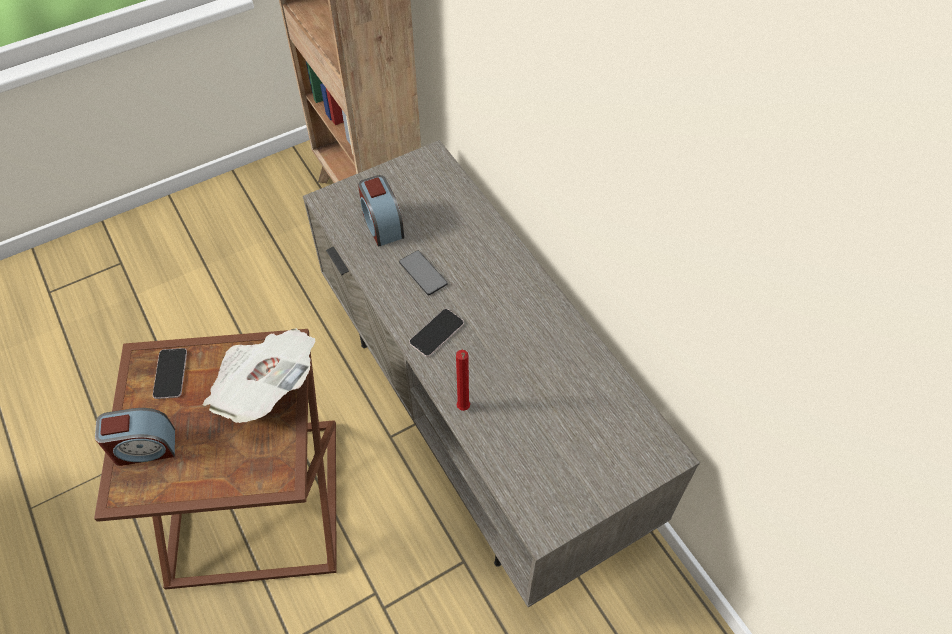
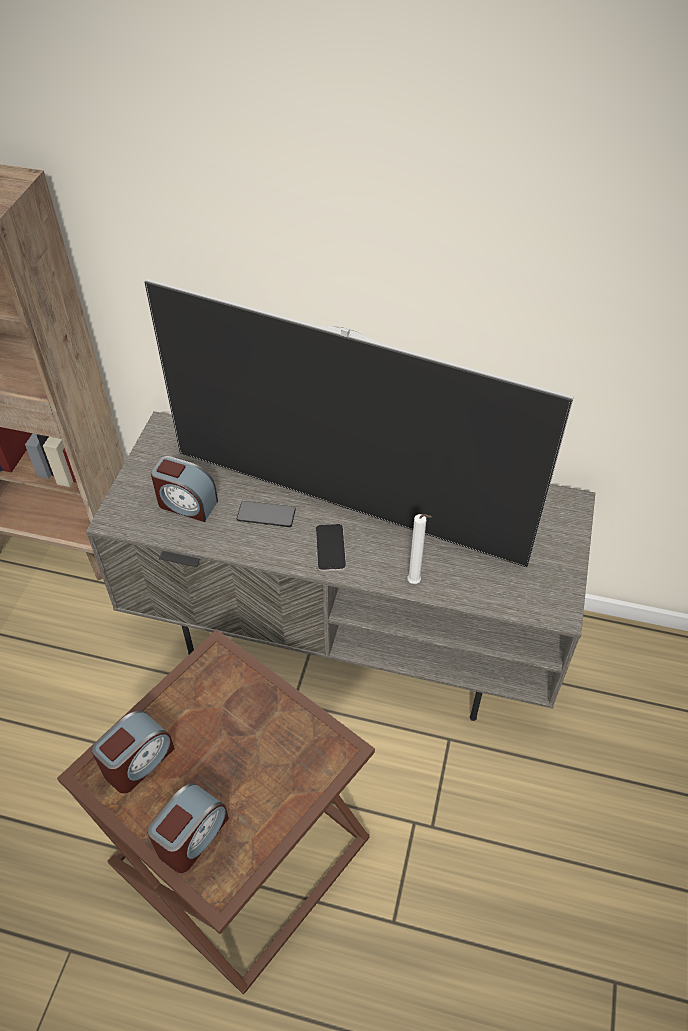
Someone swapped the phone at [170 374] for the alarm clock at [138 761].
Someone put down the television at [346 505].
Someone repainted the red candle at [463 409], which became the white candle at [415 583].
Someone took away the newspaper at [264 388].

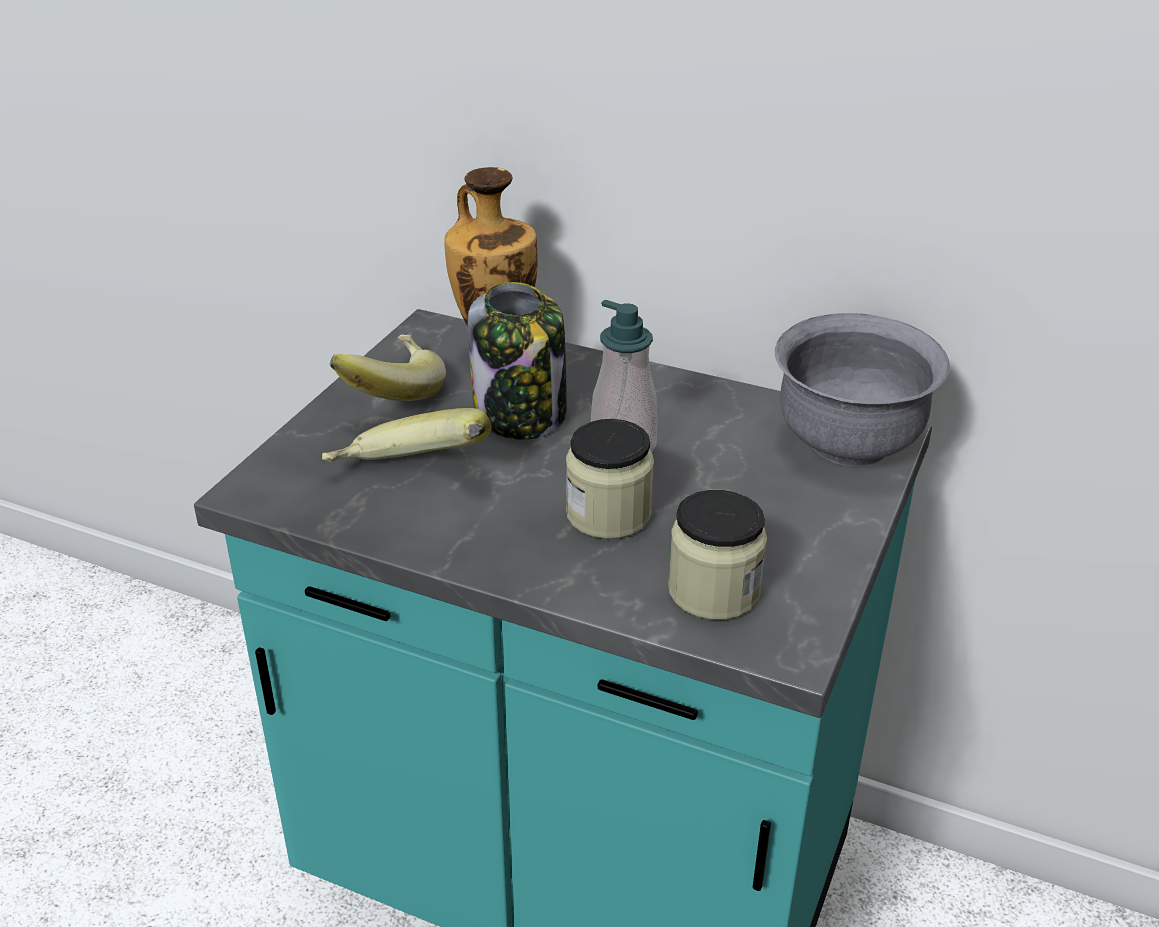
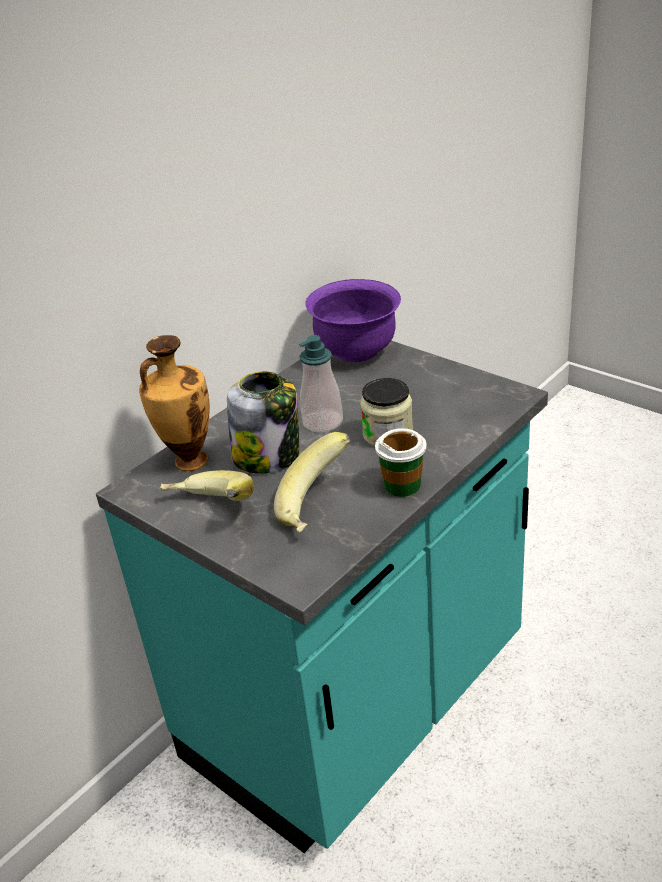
Someone repainted the grey bowl at [847 444], which became the purple bowl at [356 352].
Someone put down the cup at [402 485].
Someone took away the jar at [714 591].

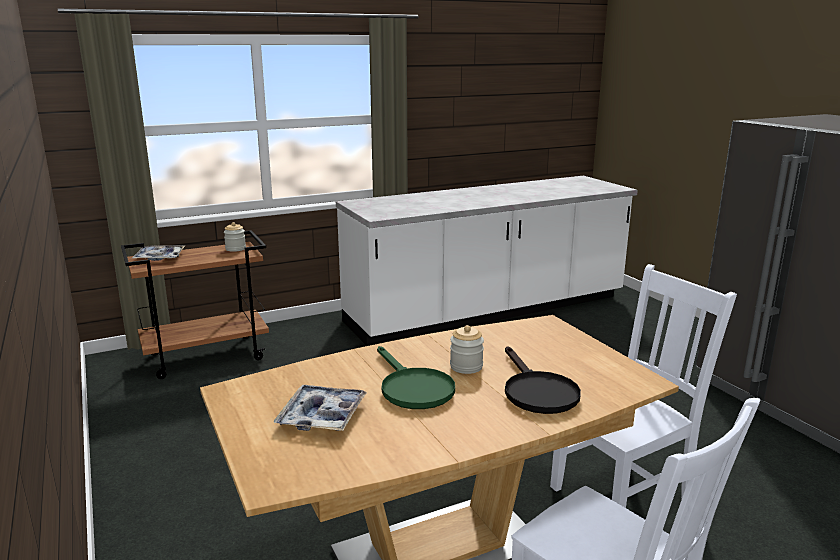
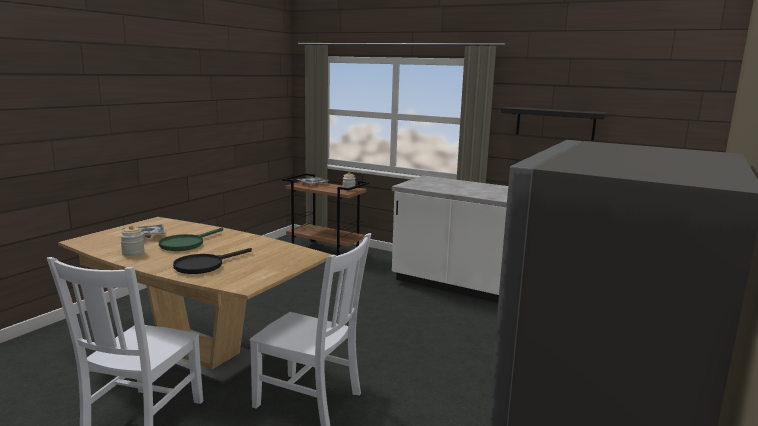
Someone carried the jar from [466 366] to [133 253].
Someone put up the black shelf at [555 123].

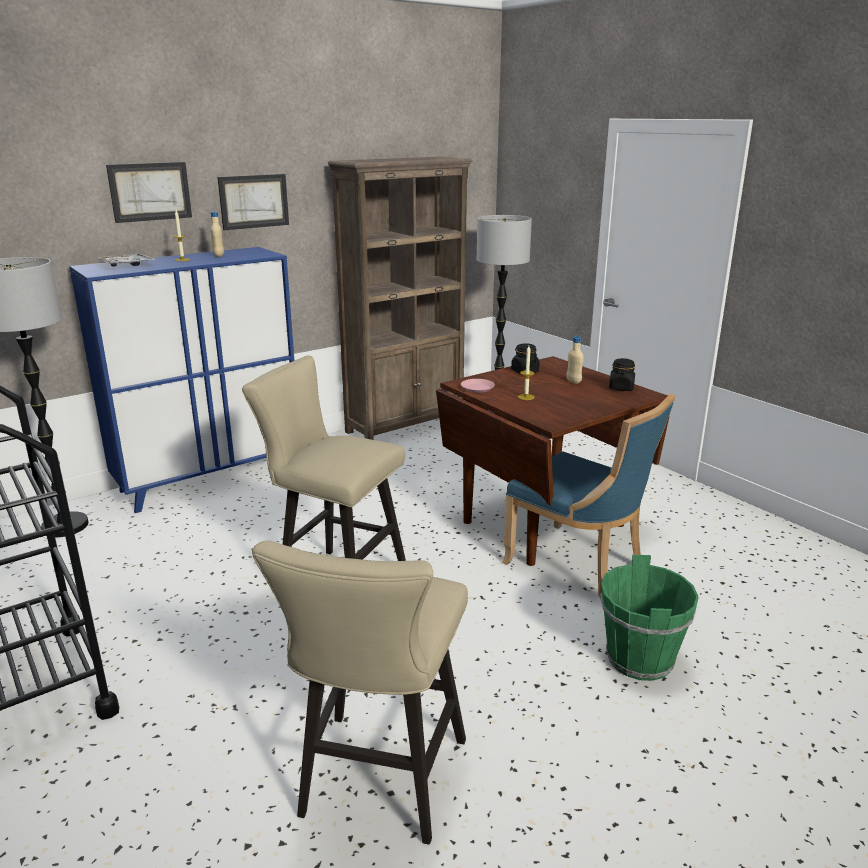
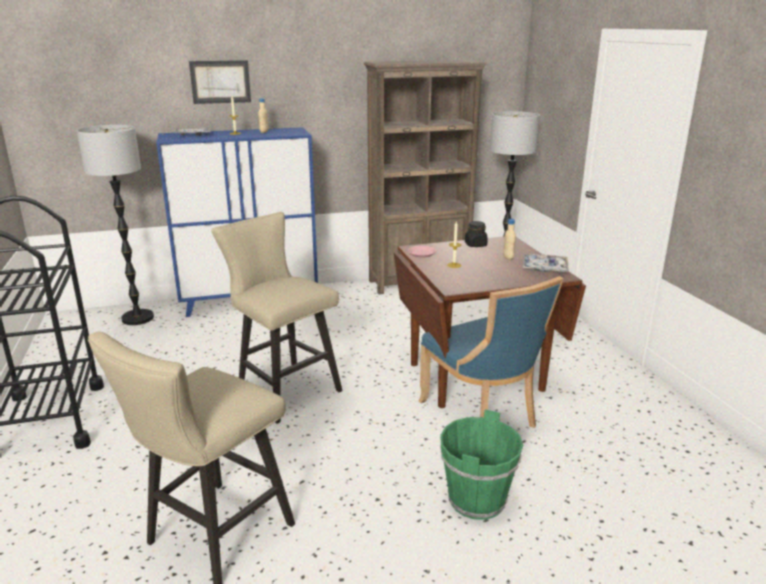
Someone swapped the black jar at [621 388] for the tray at [544 268].
Someone took away the picture at [254 201].

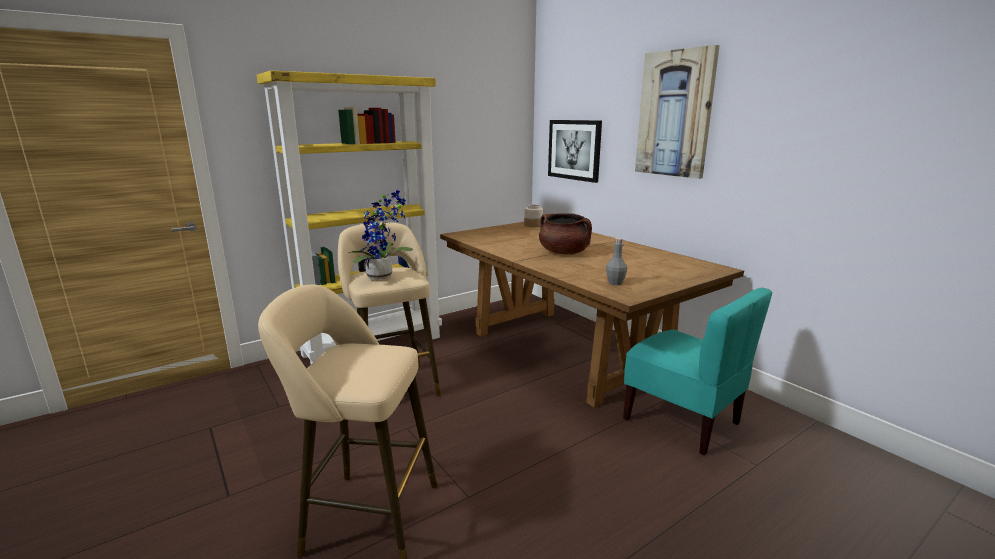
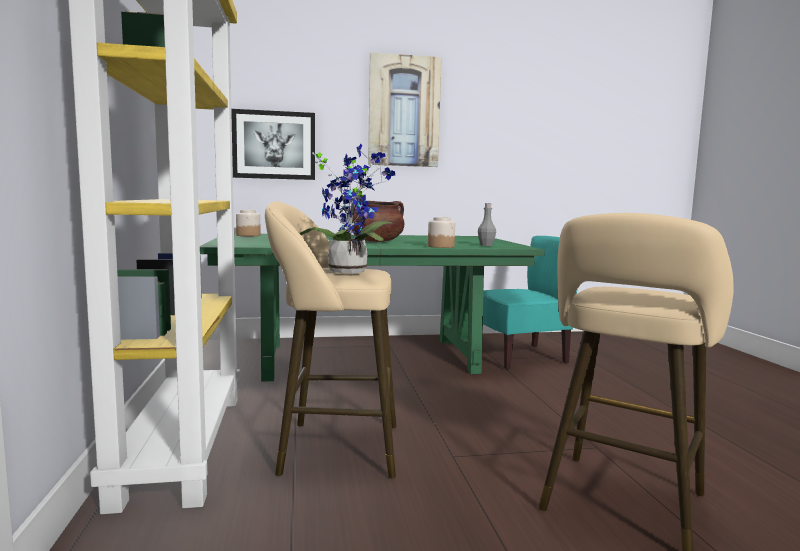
Someone repainted the brown dining table at [566 350], which became the green dining table at [366 358].
Someone put down the jar at [441 246].

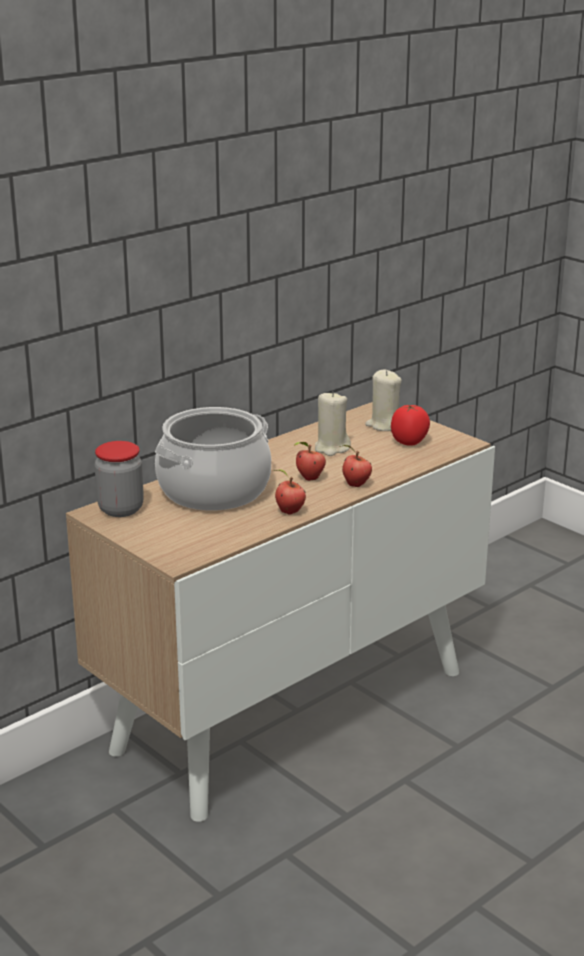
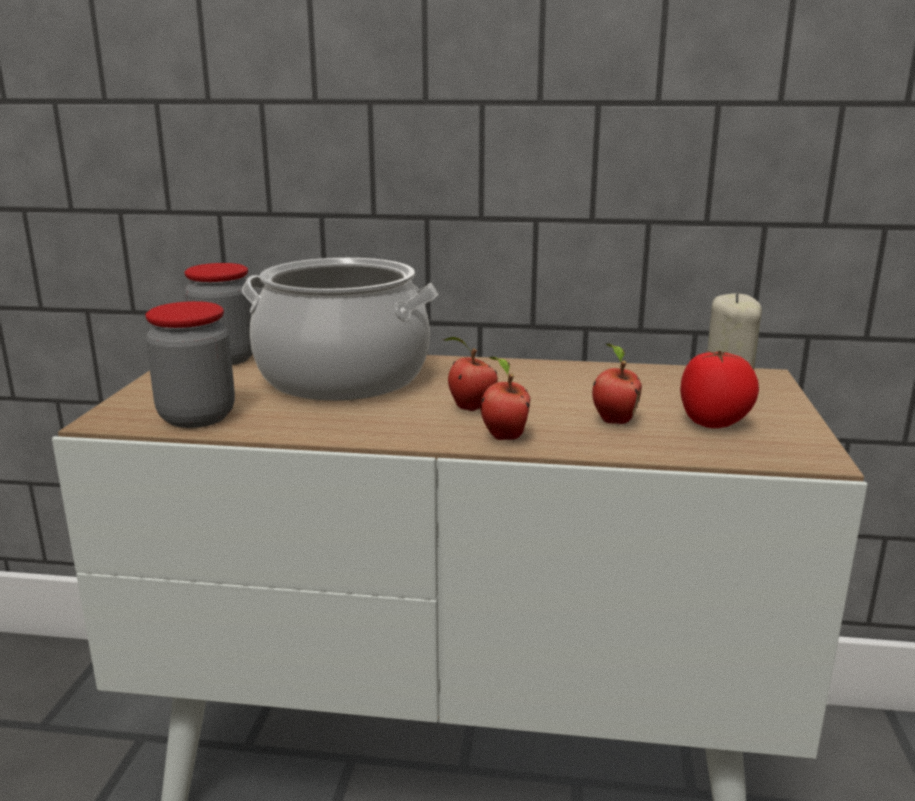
Someone put down the jar at [197 417].
Someone carried the apple from [288 512] to [613 420].
Someone took away the beige candle at [331 448].

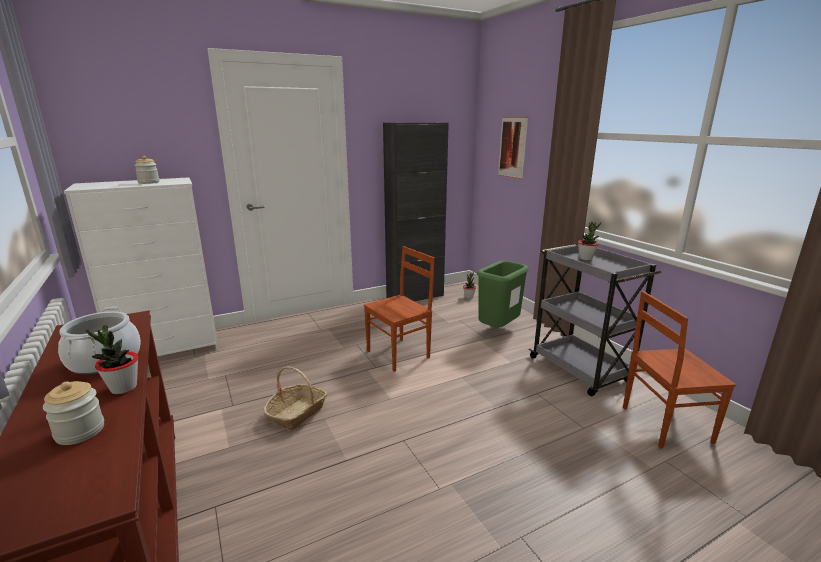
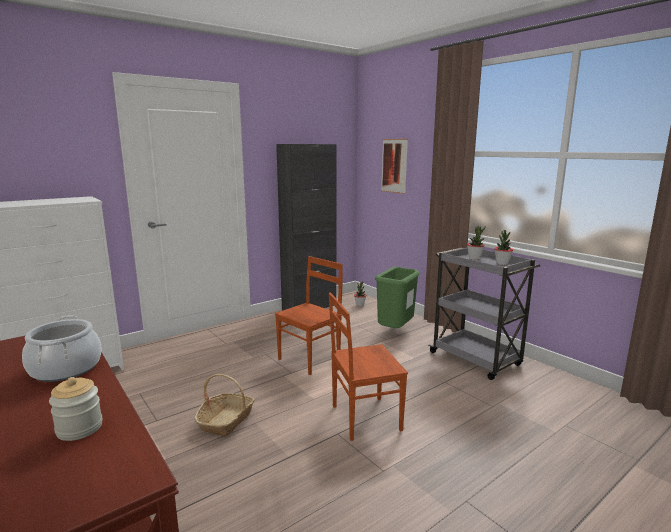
Someone carried the brown chair from [664 424] to [364 417].
Someone carried the potted plant from [123 388] to [502 263].
Someone took away the jar at [149 182].

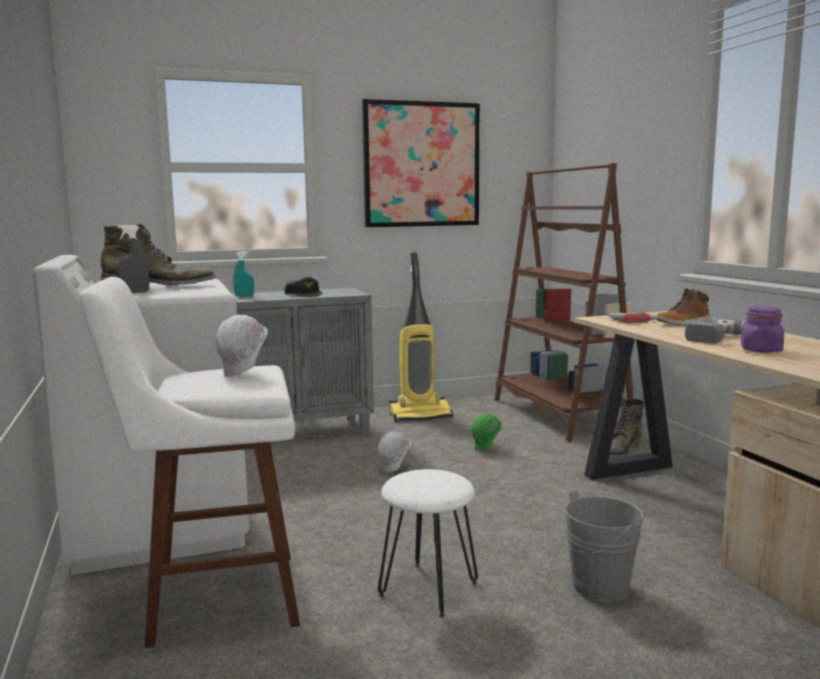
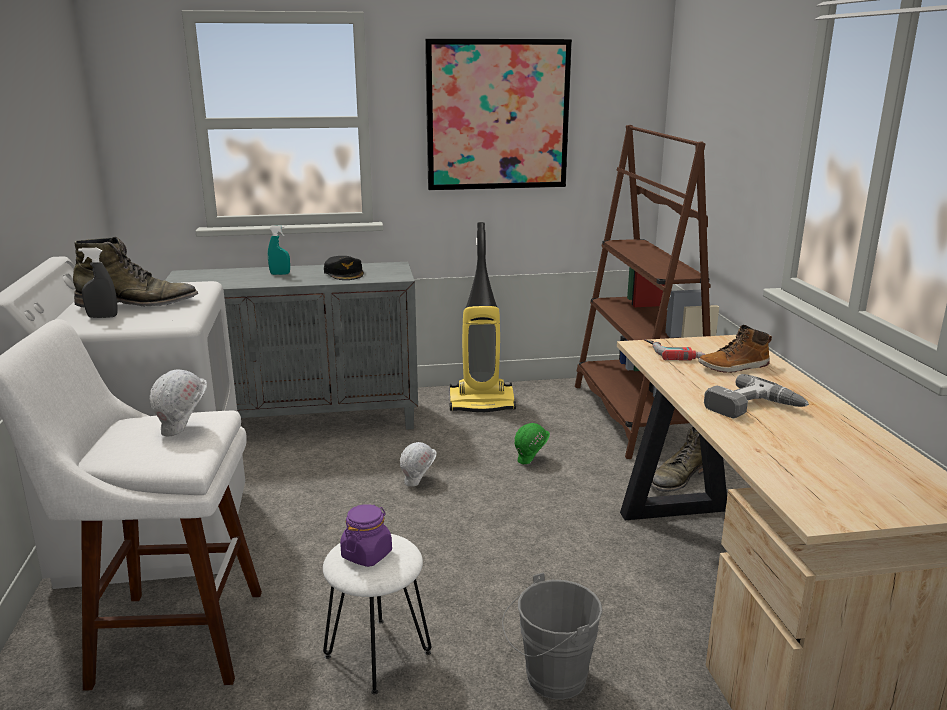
Someone carried the purple jar from [761 350] to [367 554].

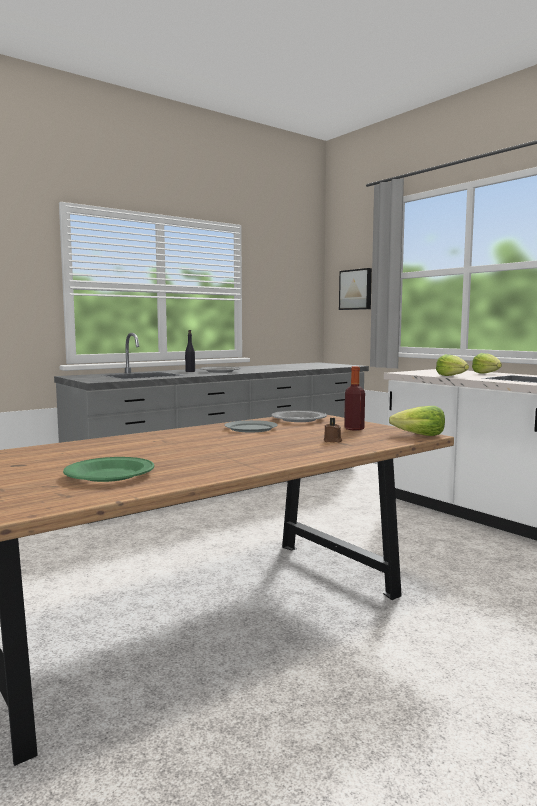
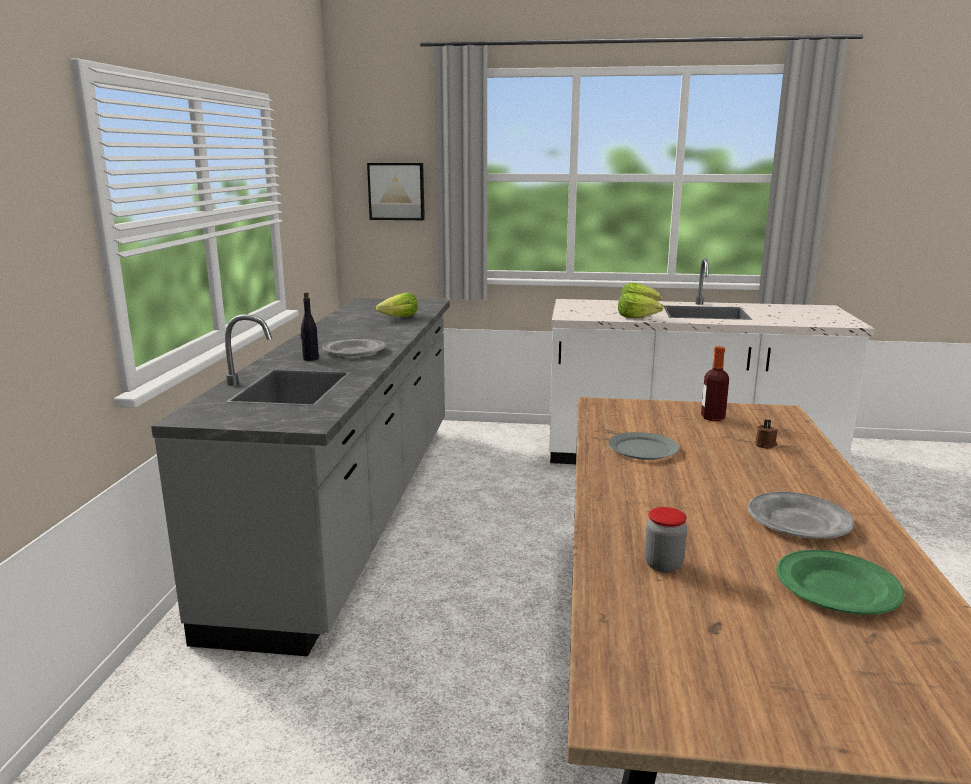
Someone carried the lettuce from [419 435] to [399 317].
Someone put down the jar at [663 565].
Someone carried the grey plate from [298 419] to [797 521].

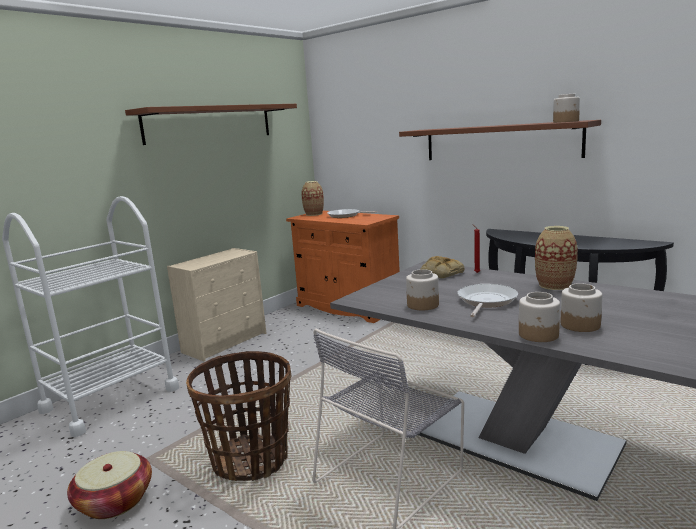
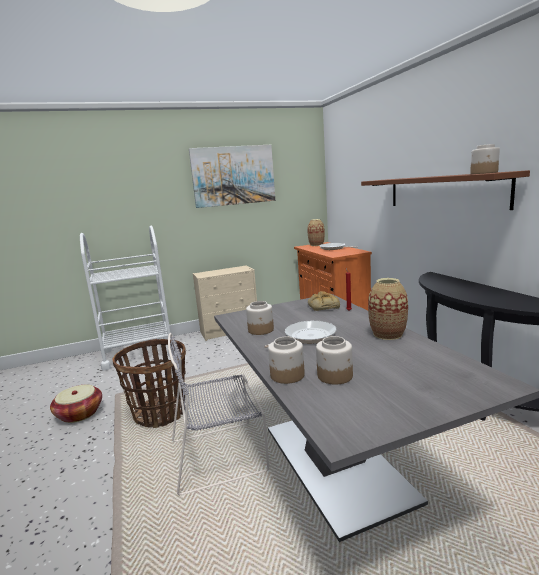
Someone swapped the brown shelf at [210 123] for the picture at [233 175].

